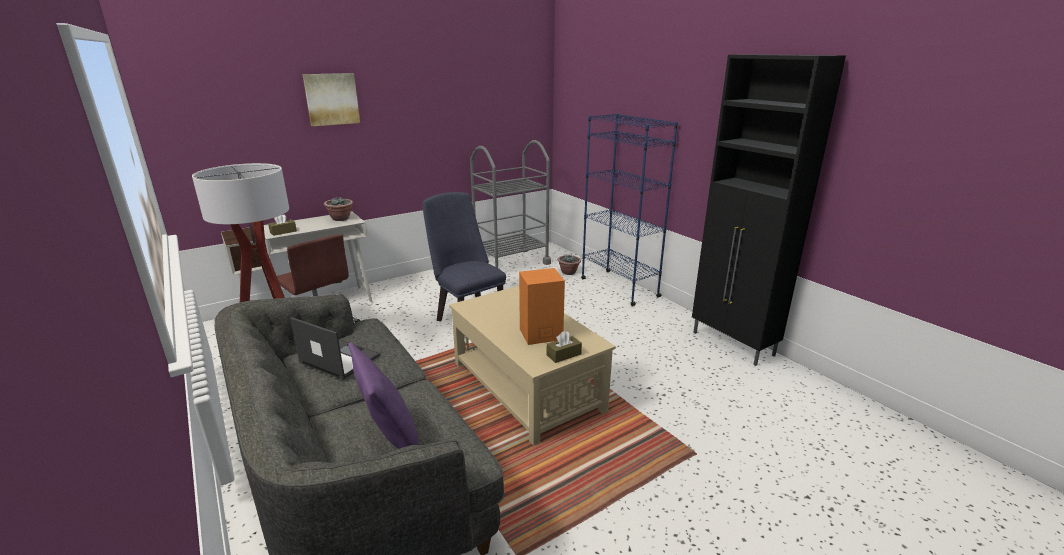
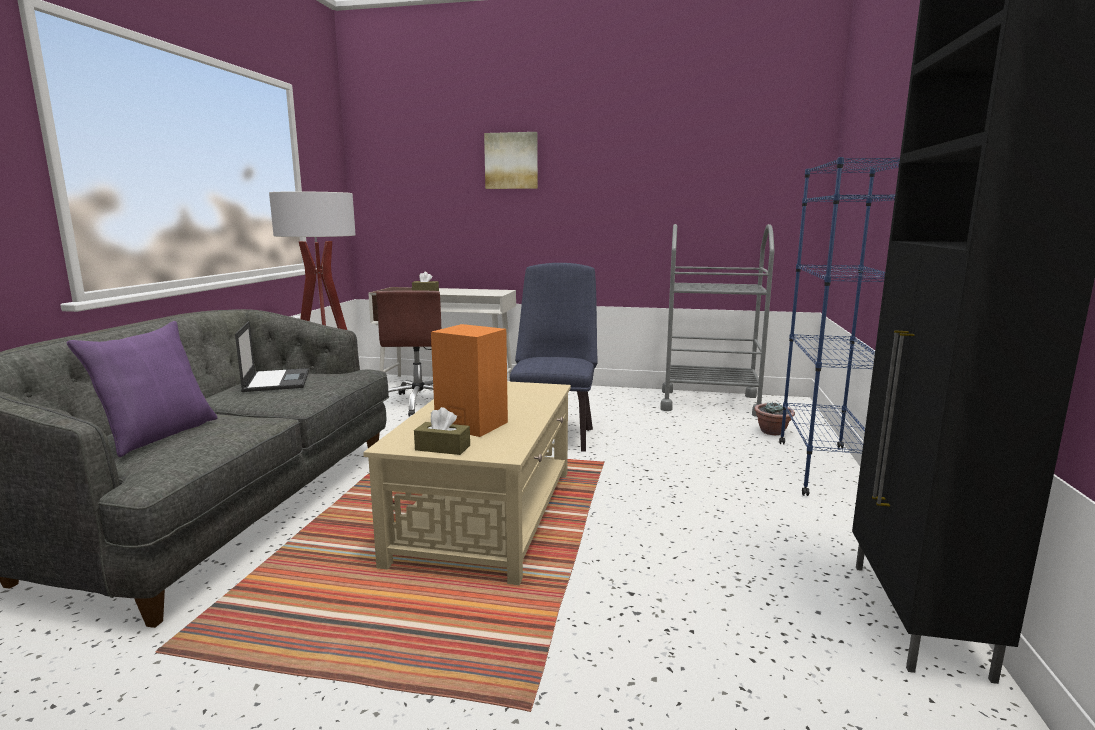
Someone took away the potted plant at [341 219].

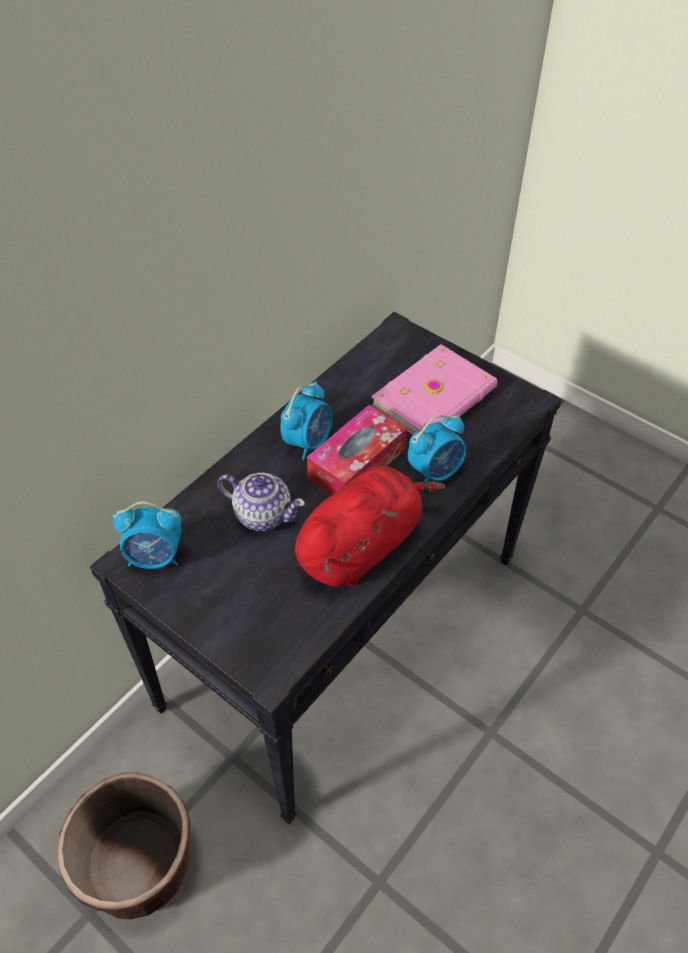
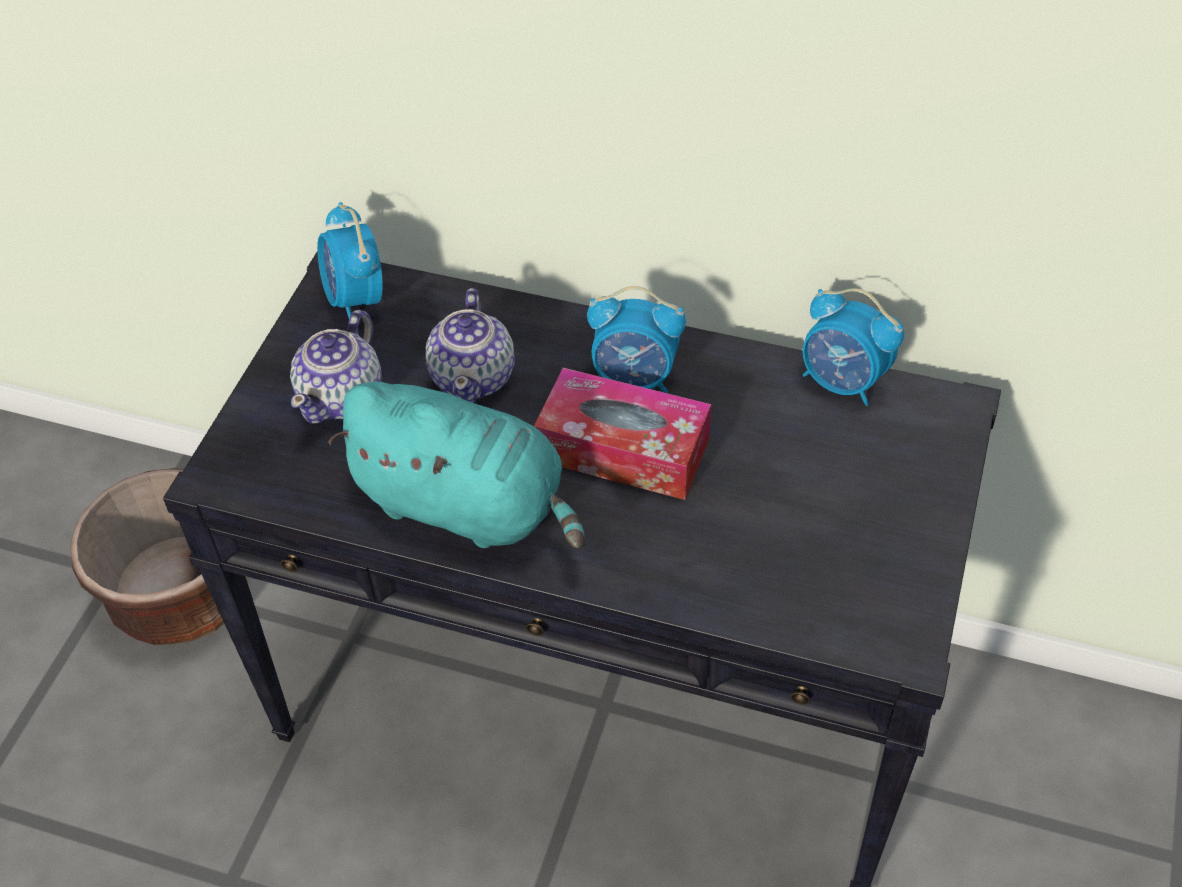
Someone put down the teapot at [343 397].
Someone repainted the red plush toy at [362 545], which became the turquoise plush toy at [467 505].
Someone carried the alarm clock from [435 472] to [843 382].
Someone took away the pink book at [436 398].

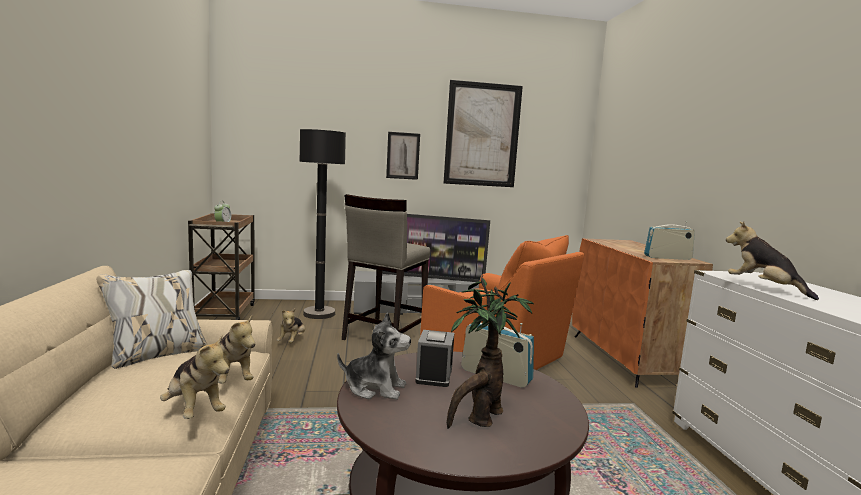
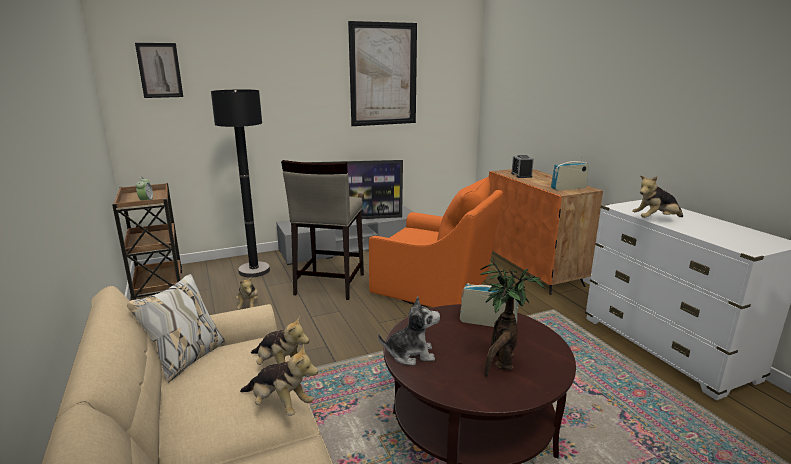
Someone carried the picture from [403 155] to [159 70].
Someone carried the alarm clock from [434 375] to [521 175].
Someone rotated the plush toy at [763 288] by 60 degrees counterclockwise.

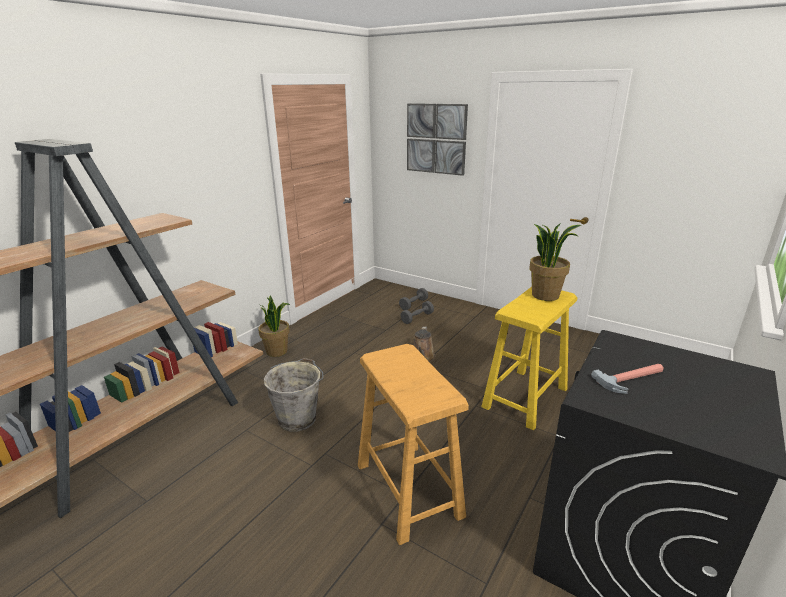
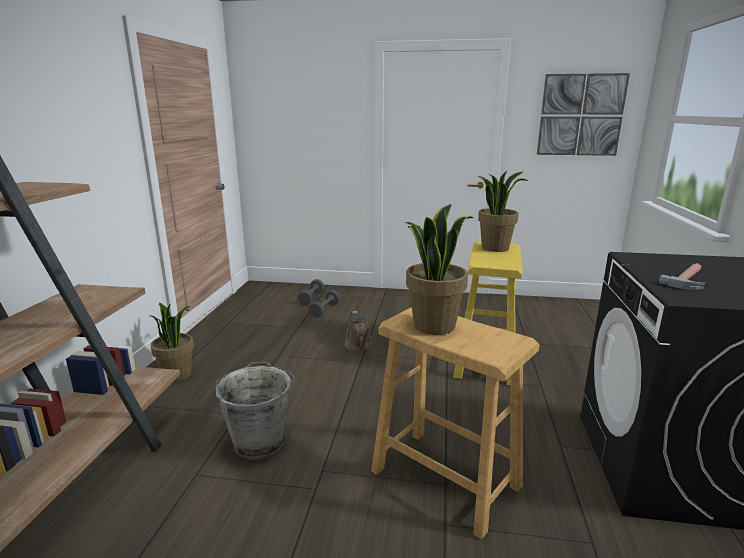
Someone put down the potted plant at [433 325].
Someone carried the picture from [436 139] to [580 115].

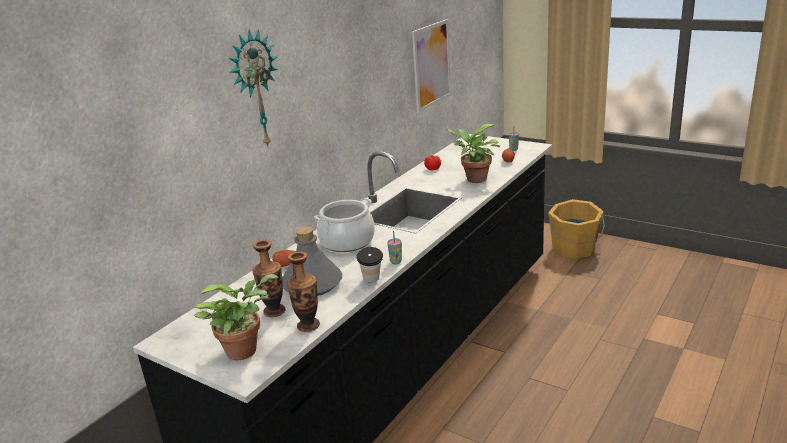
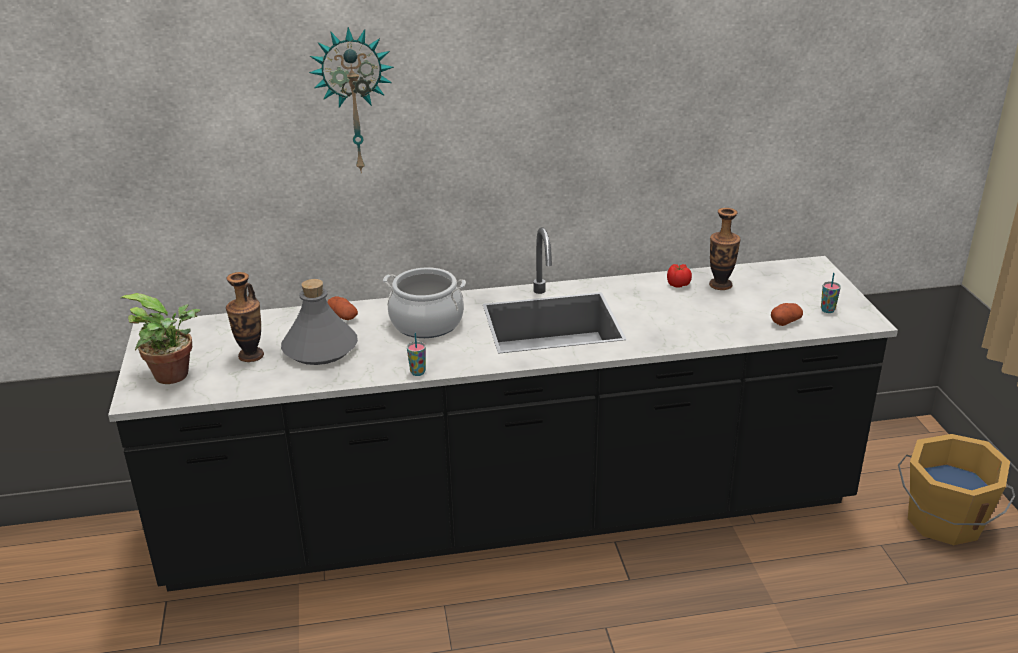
Someone carried the vase from [308 326] to [720 285].
Someone took away the cup at [372 281].
Someone took away the picture at [431 65].
Someone took away the potted plant at [473 179].

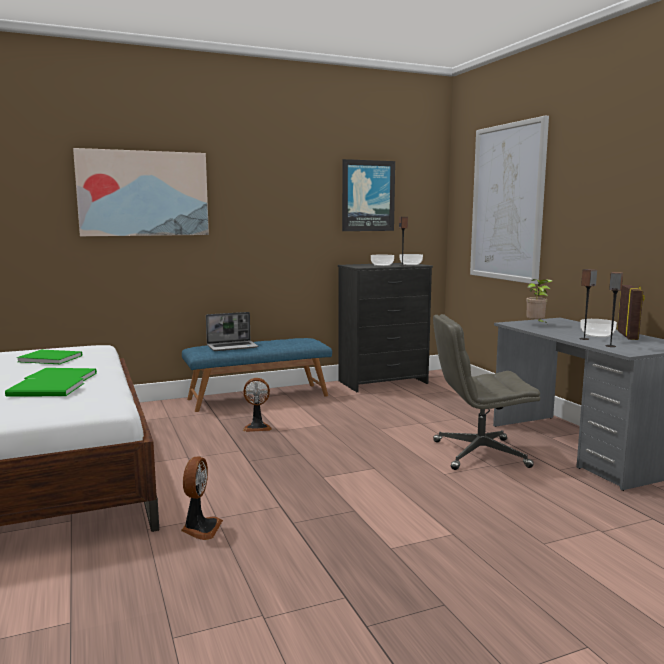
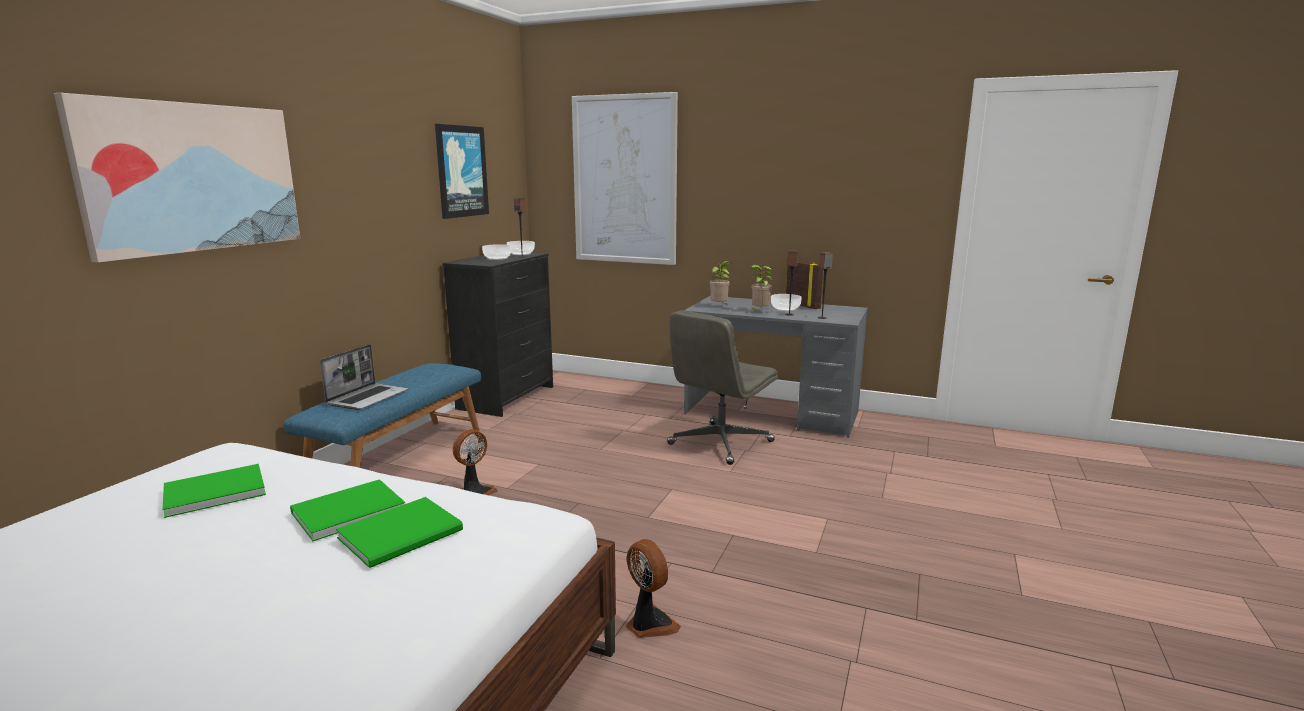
Someone put down the potted plant at [759 312].

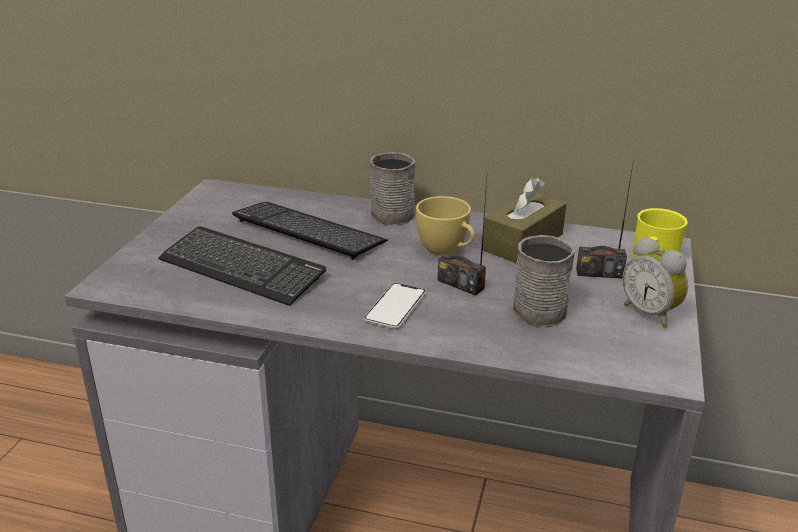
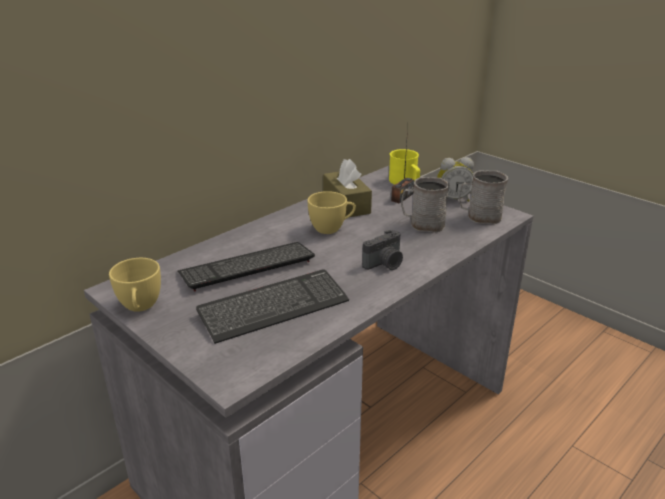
Someone put down the yellow cup at [140 307].
Someone swapped the phone at [395 307] for the photo camera at [385 264].
Someone carried the grey mug from [390 212] to [479 217].
Someone took away the radio at [461 284].

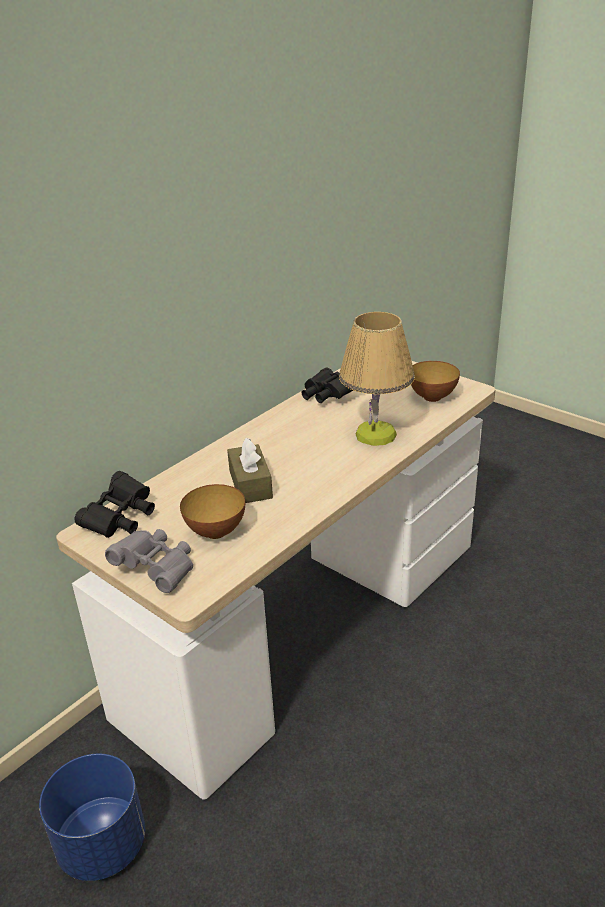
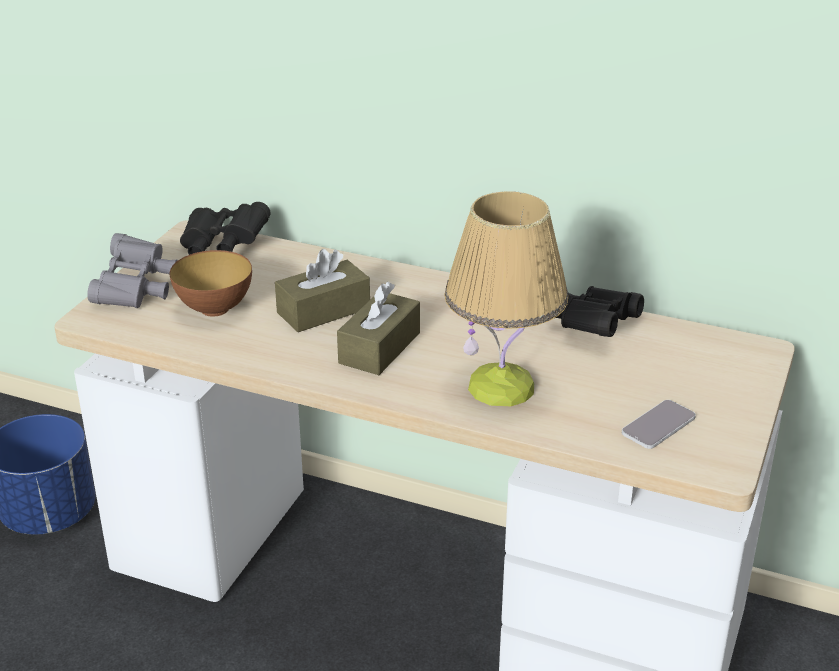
Someone put down the brown tissue box at [379 348].
Someone swapped the bowl at [432 397] for the phone at [658 425].

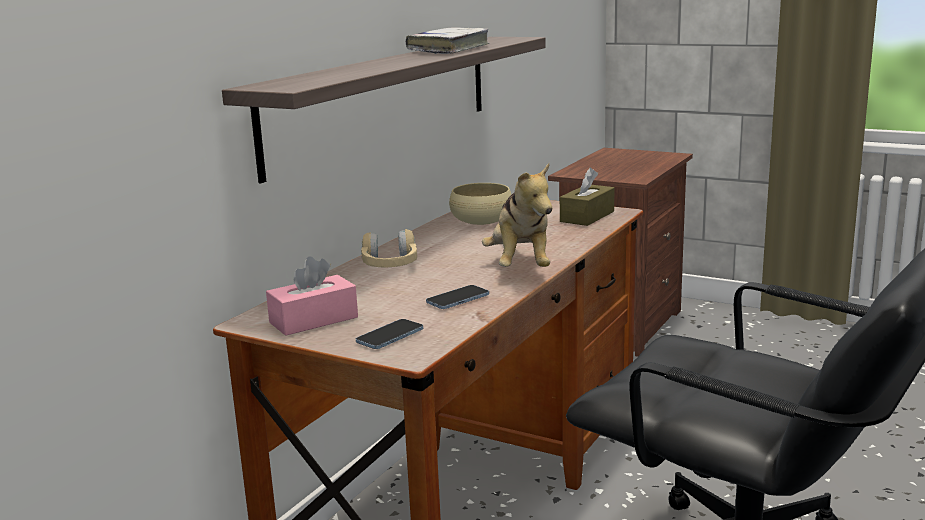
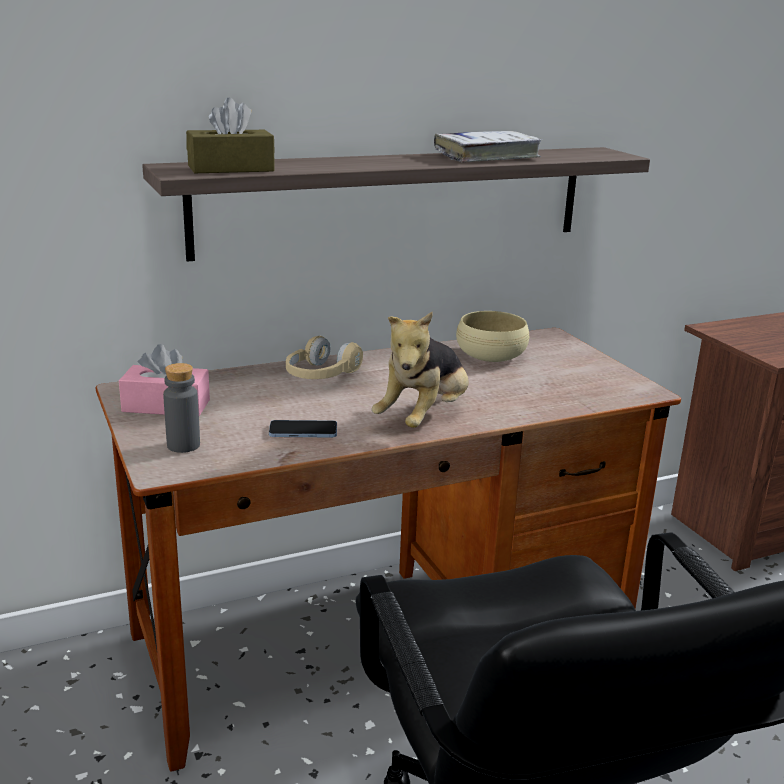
Someone swapped the phone at [390 336] for the grey bottle at [183 445].
Someone carried the brown tissue box from [587 216] to [231 168].

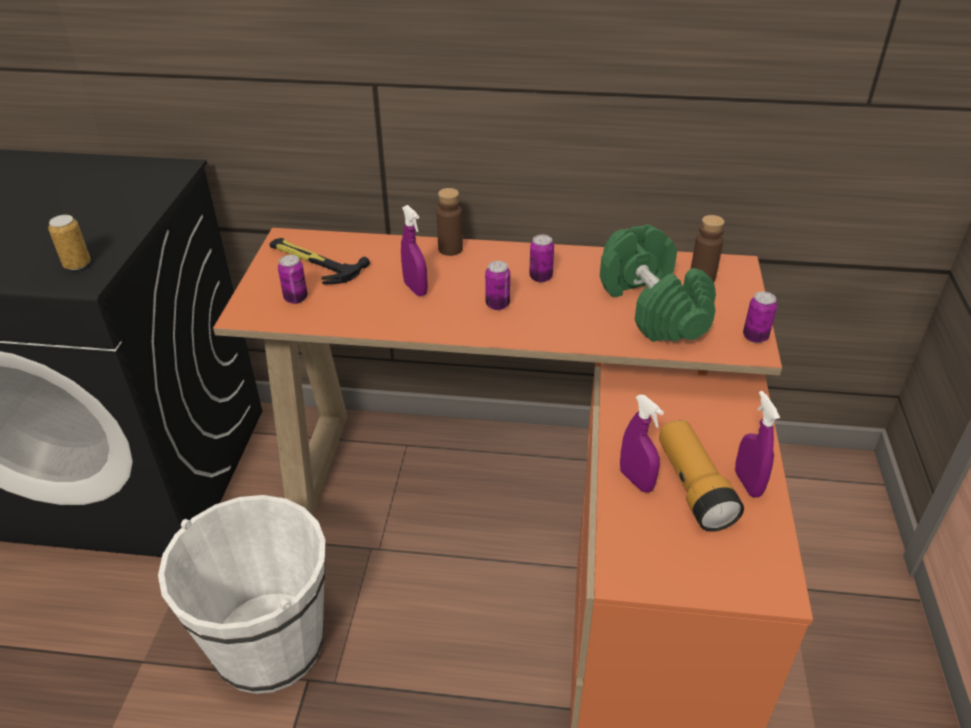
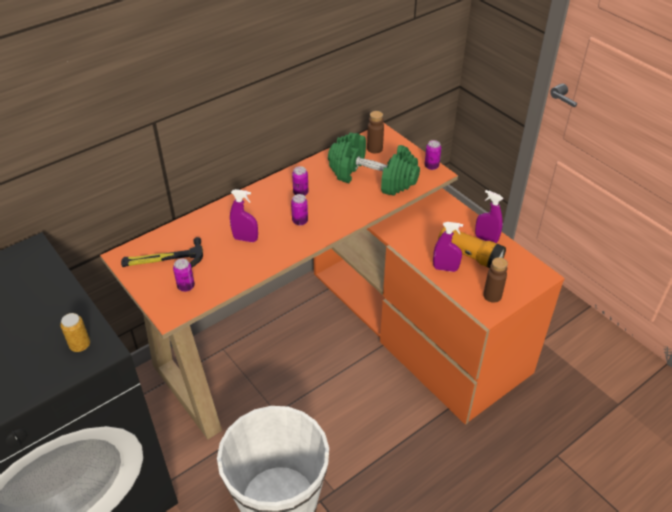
Someone carried the brown bottle from [450 249] to [492 295].

